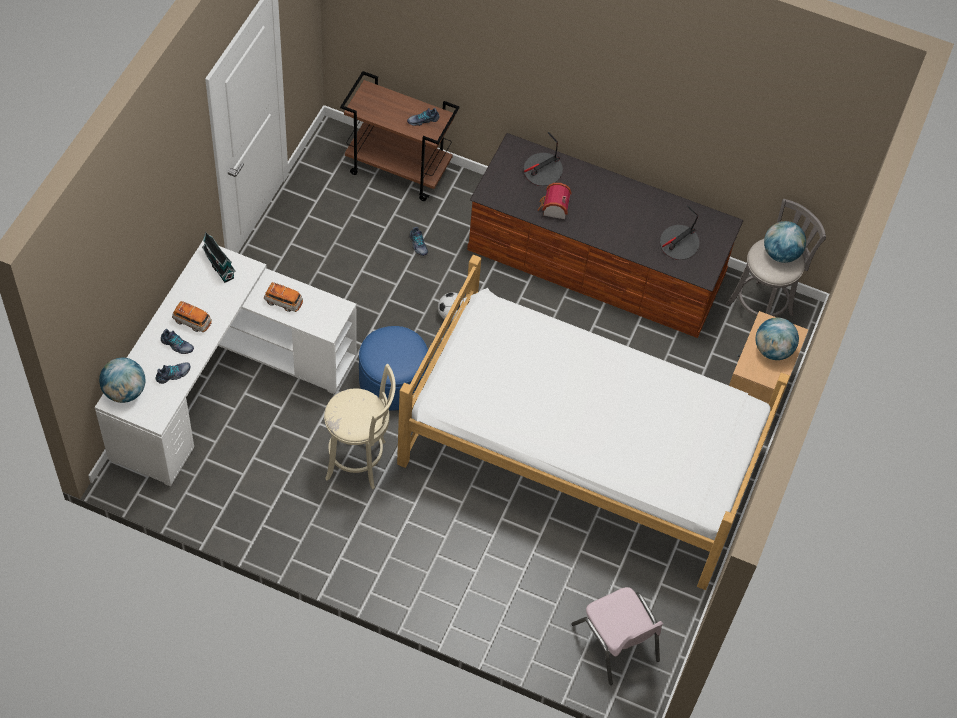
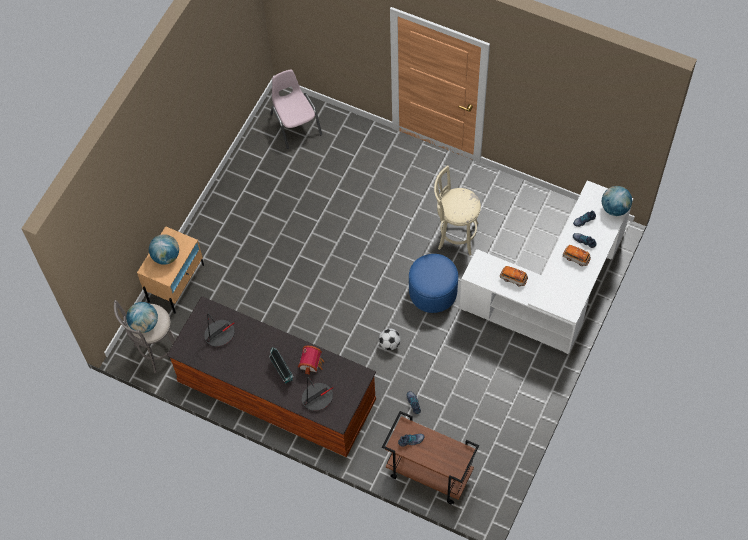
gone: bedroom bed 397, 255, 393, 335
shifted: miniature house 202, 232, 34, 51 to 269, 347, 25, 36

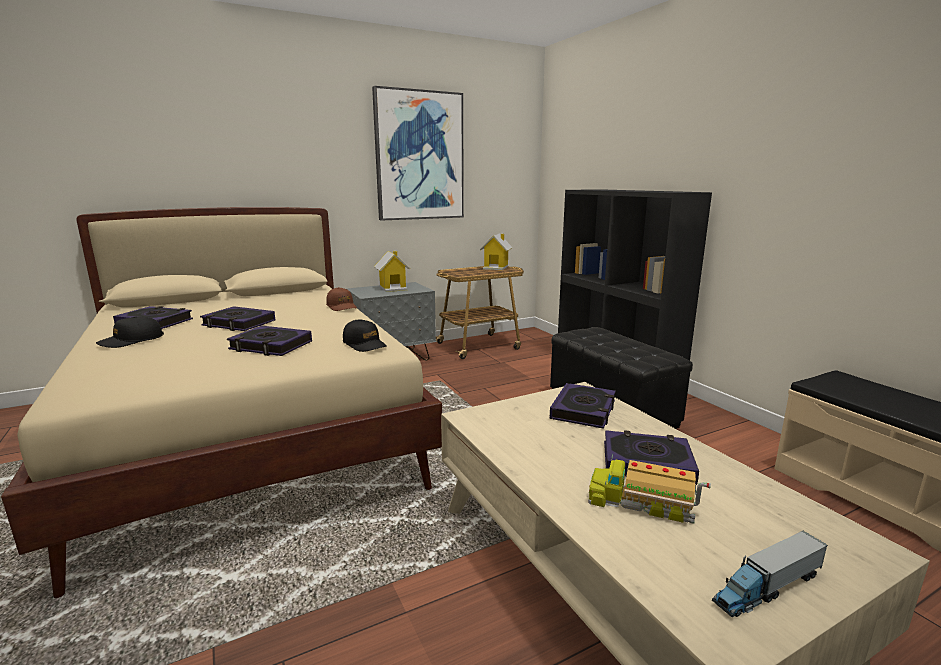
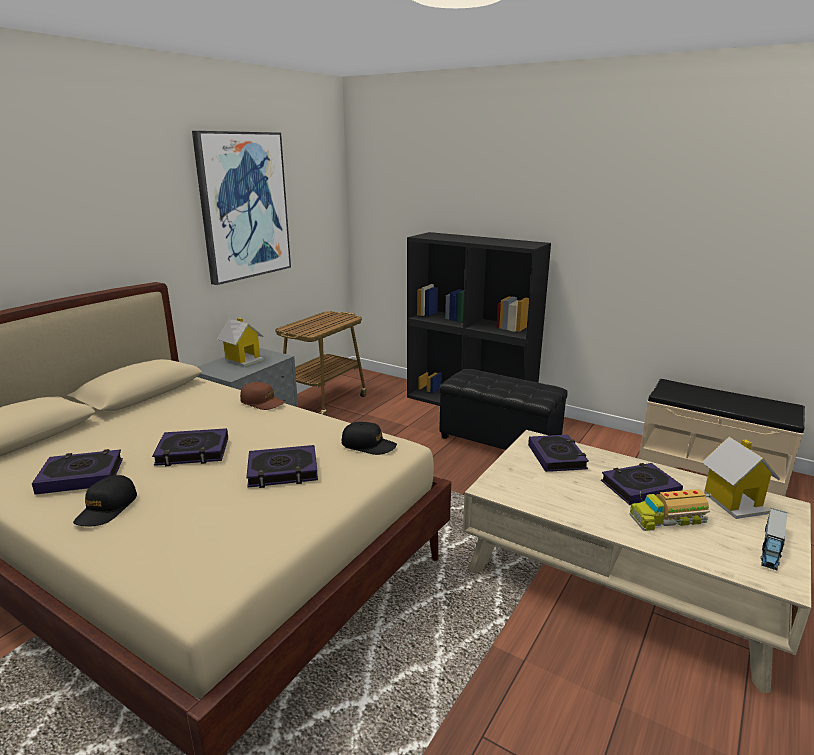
shifted: miniature house 480, 233, 33, 37 to 702, 437, 78, 82

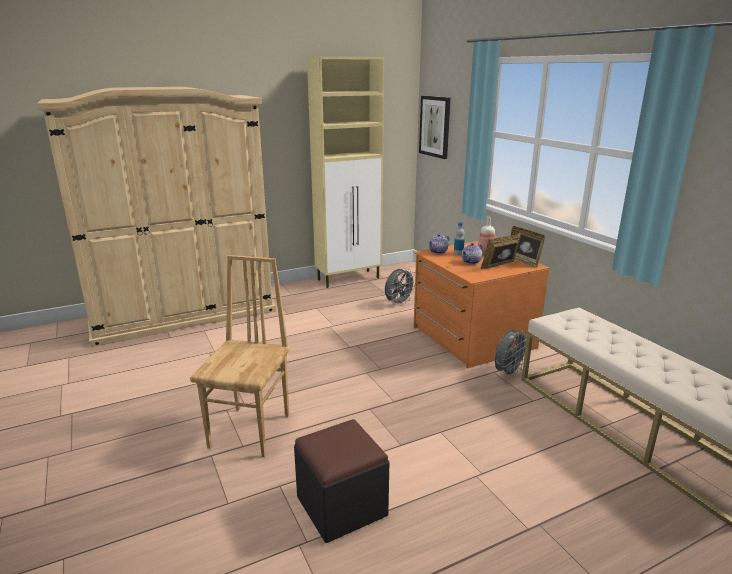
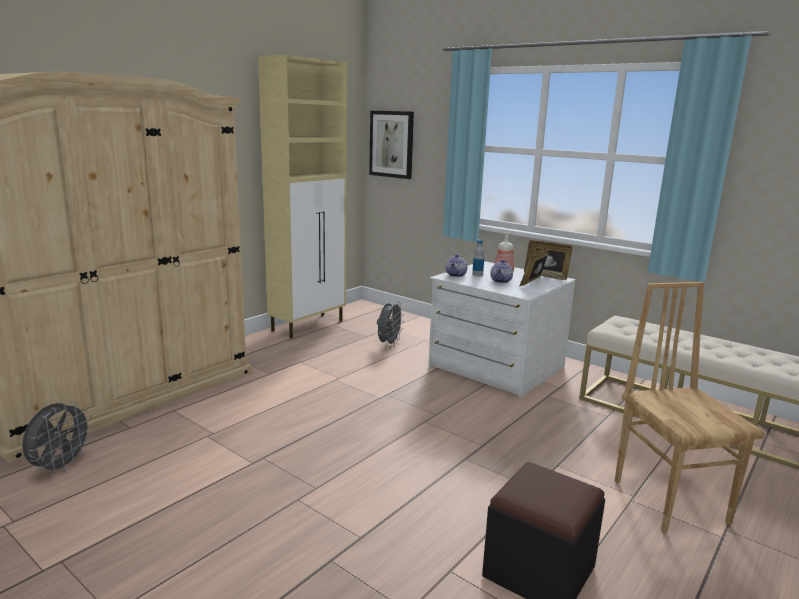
shifted: brown plain chair 190, 255, 100, 202 to 615, 282, 150, 251; gray fan 495, 329, 31, 49 to 22, 401, 71, 74
repainted: orangey dresser 413, 241, 136, 127 to whitish dresser 428, 261, 147, 136

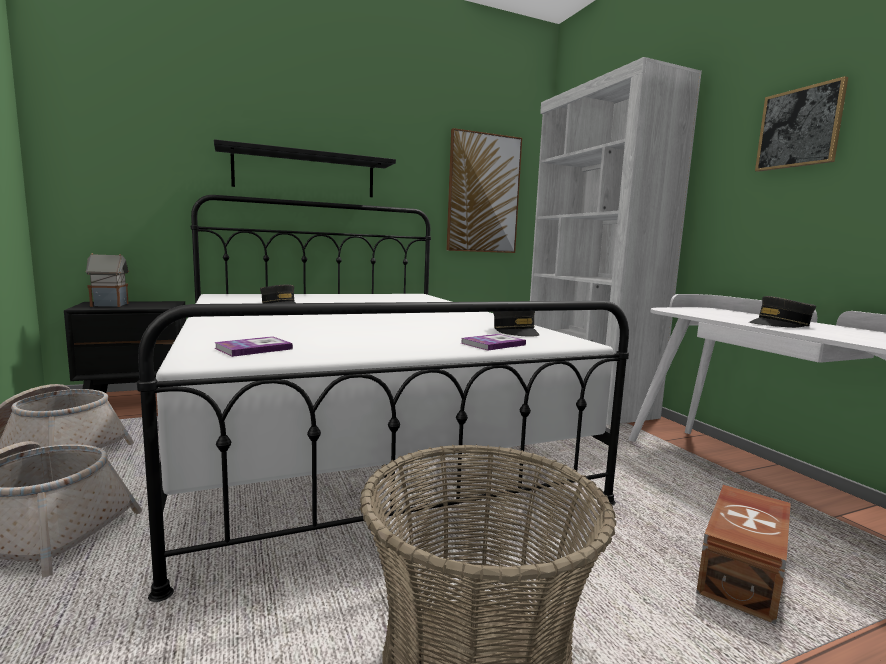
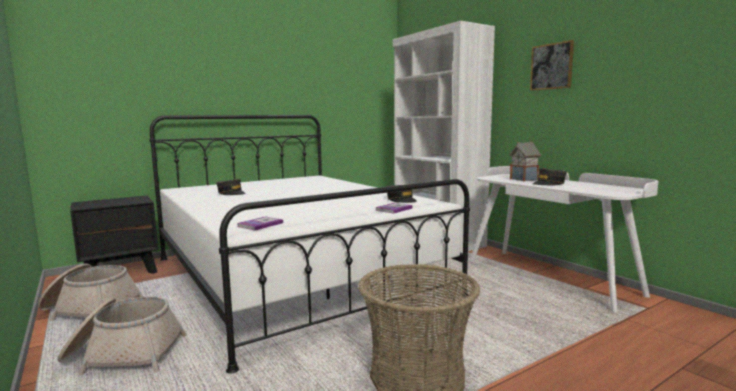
gone: black-coloured shelf 214, 139, 182, 58; picture 447, 128, 75, 125; brown storage container 696, 485, 95, 139
shifted: miniature house 85, 253, 44, 54 to 510, 142, 31, 40

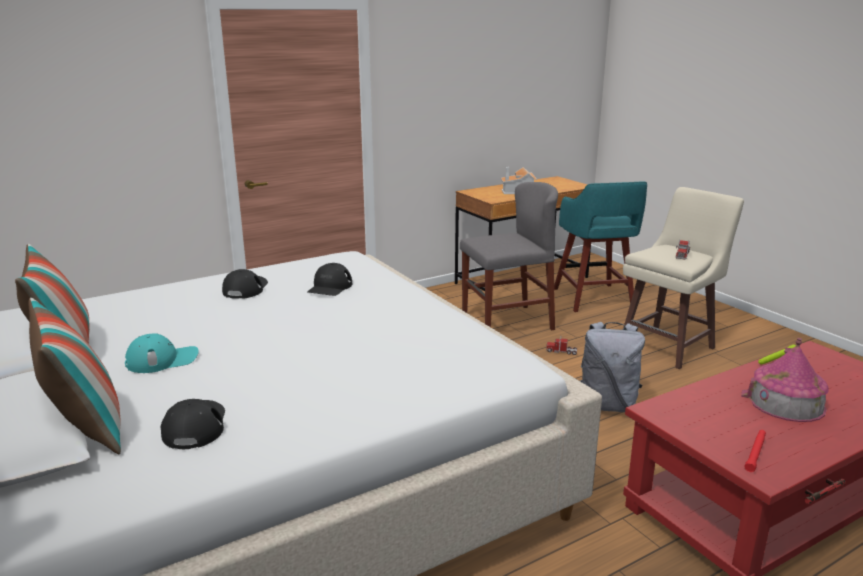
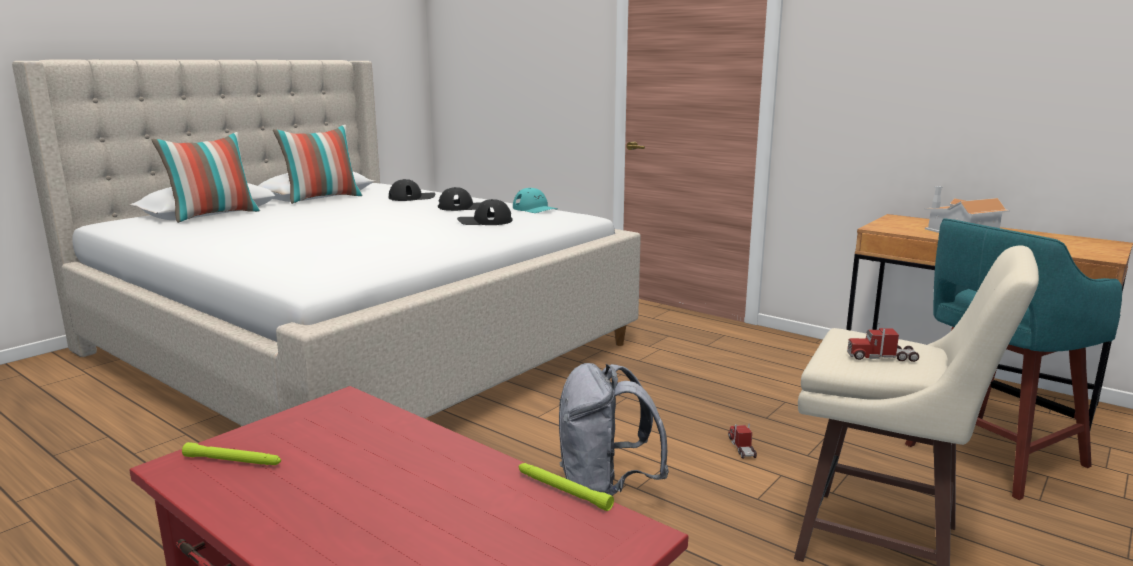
gone: gray plain chair 460, 182, 98, 148; miniature house 741, 338, 88, 84
shifted: turquoise cap 125, 334, 74, 39 to 513, 188, 45, 25; black-coloured cap 160, 399, 65, 50 to 388, 179, 48, 22
repainted: red-coloured flashlight 744, 430, 22, 42 to greenish flashlight 182, 442, 99, 23

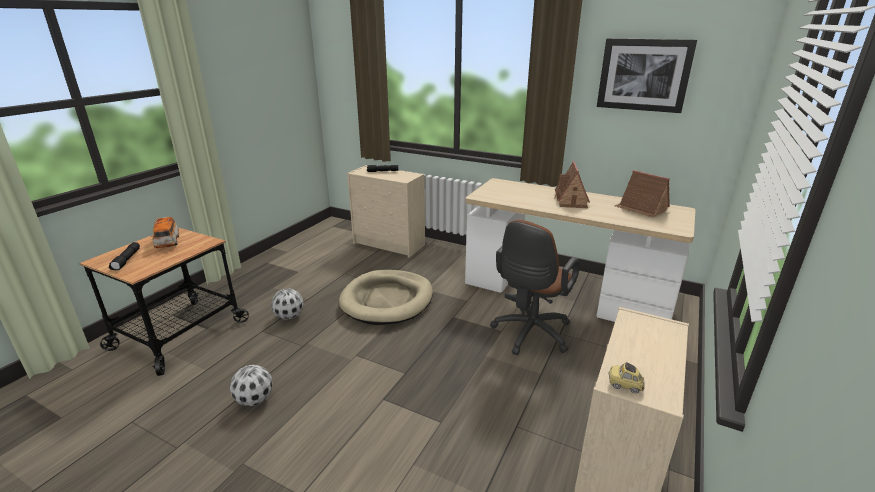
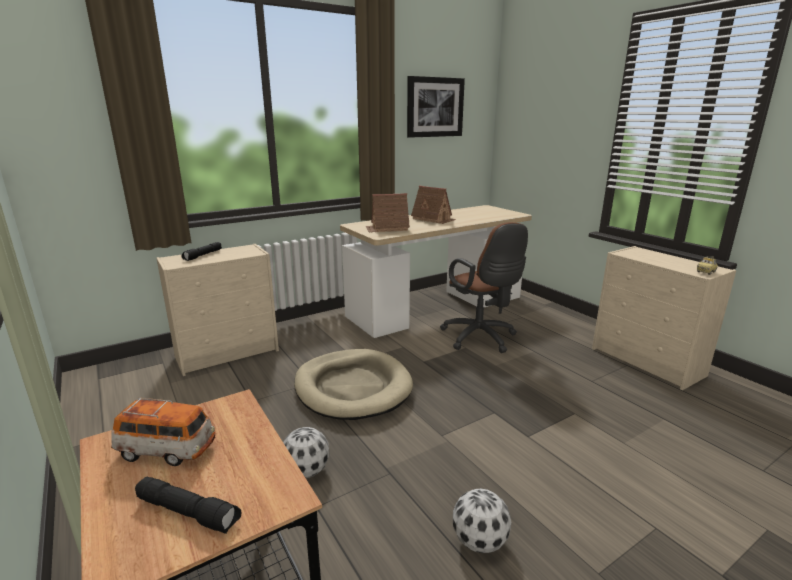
shifted: miniature house 614, 170, 56, 48 to 365, 193, 45, 39

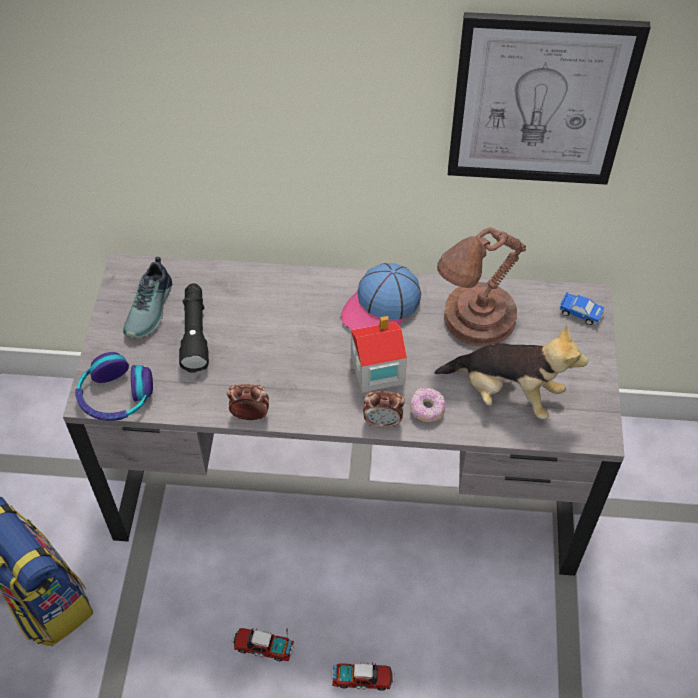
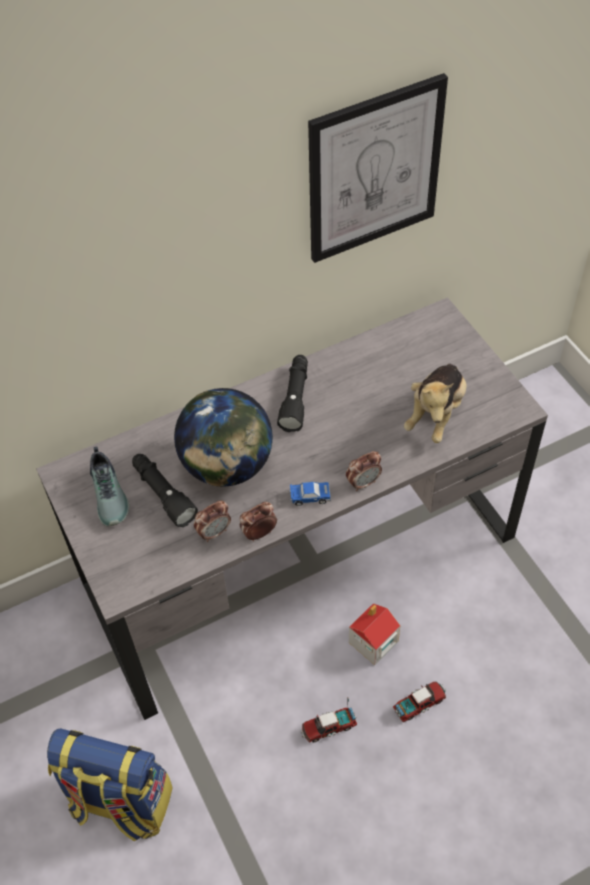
gone: headphones 75, 352, 78, 69; ring doughnut 410, 387, 36, 35; brown lamp for a table 437, 227, 89, 119
new: world globe 174, 388, 99, 99; bedside clock 194, 500, 37, 42
shifted: miniature house 351, 316, 56, 77 to 349, 603, 51, 62; model car 560, 292, 45, 33 to 290, 482, 41, 24
swapped: cap 341, 263, 80, 67 to black-coloured flashlight 277, 355, 31, 77
rotated: soft toy 435, 324, 153, 95 = 404, 364, 63, 79 120 degrees clockwise

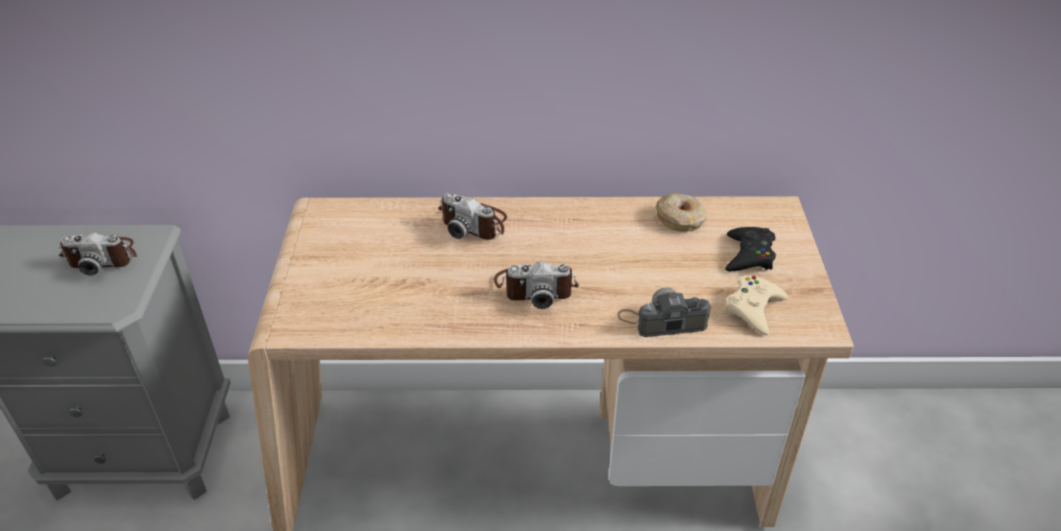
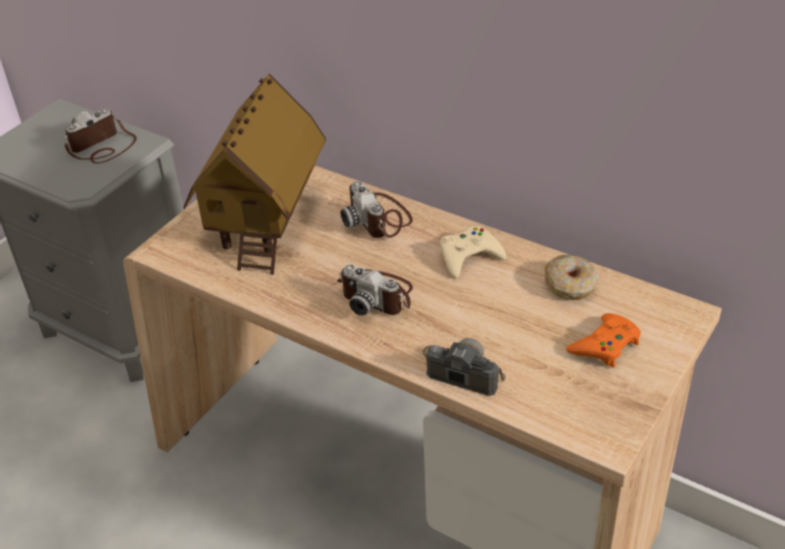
new: miniature house 184, 74, 142, 201
shifted: sand-coloured gamepad 725, 275, 63, 60 to 440, 226, 66, 53
repainted: black-coloured gamepad 725, 227, 51, 44 to orangey gamepad 566, 313, 75, 55
rotated: still camera 59, 232, 78, 44 = 64, 109, 73, 55 105 degrees clockwise

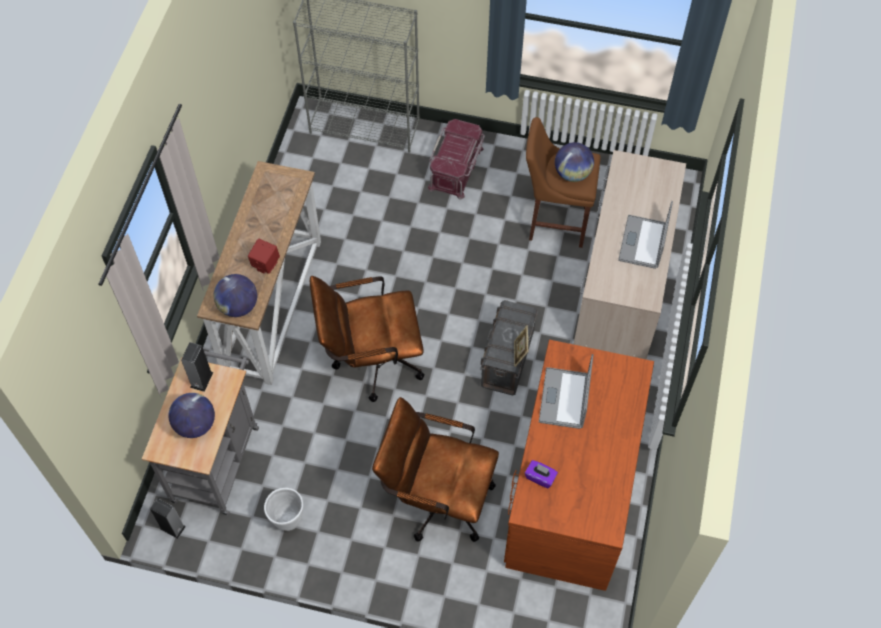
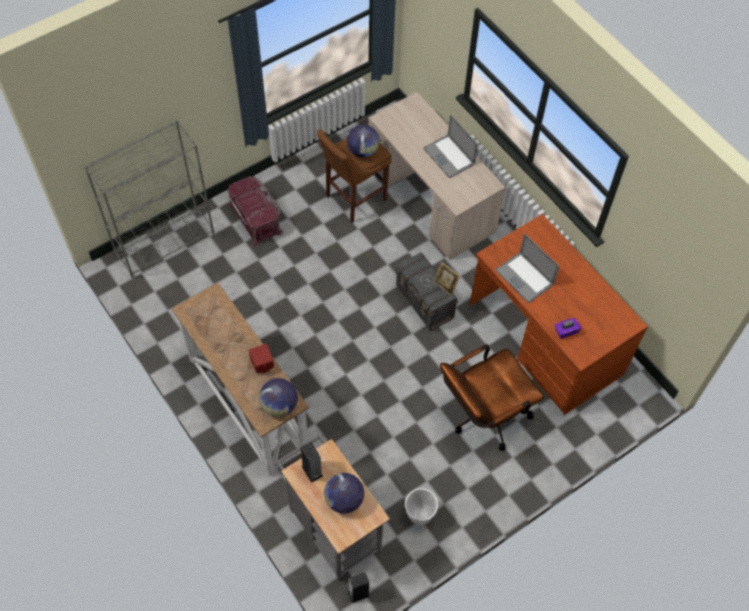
gone: brown computer chair 310, 276, 115, 126

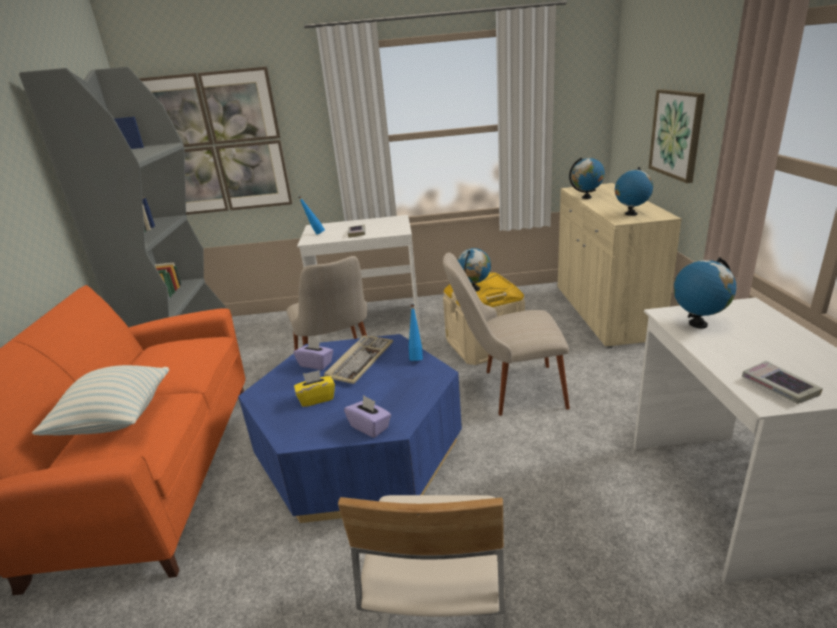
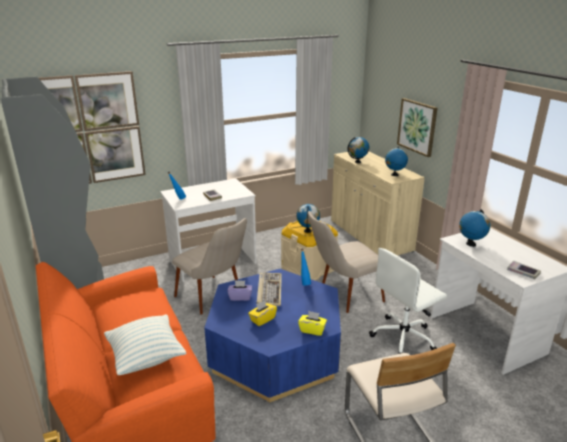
new: whitish computer chair 369, 248, 78, 106
repainted: purple-coloured tissue holder 344, 395, 47, 43 to yellow-coloured tissue holder 298, 311, 29, 25

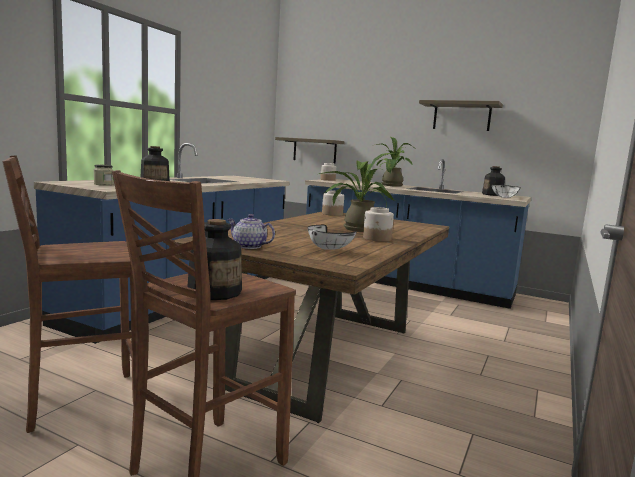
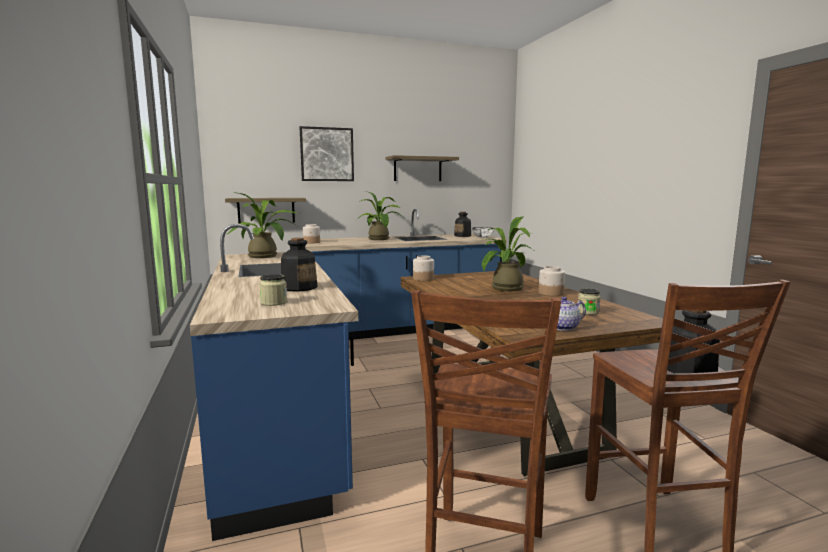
new: plant in a pot 227, 192, 72, 66; picture 300, 126, 54, 55
swapped: whitish serving bowl 308, 225, 49, 25 to storage jar 578, 289, 23, 26

